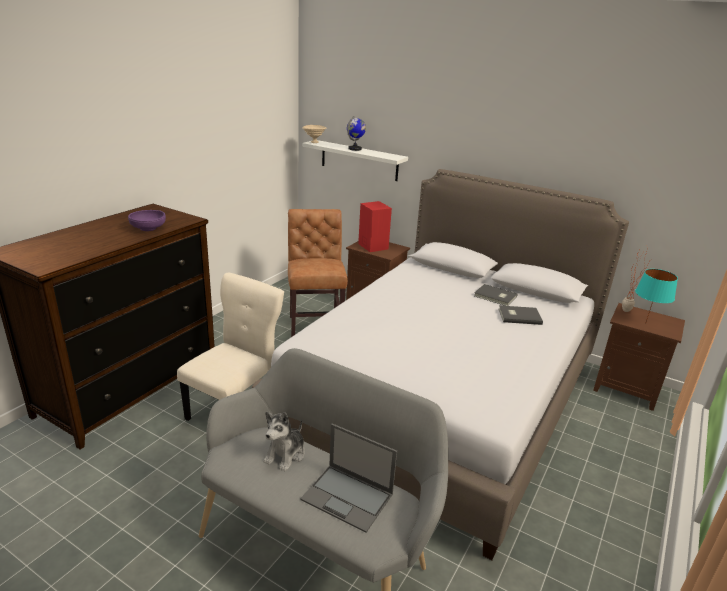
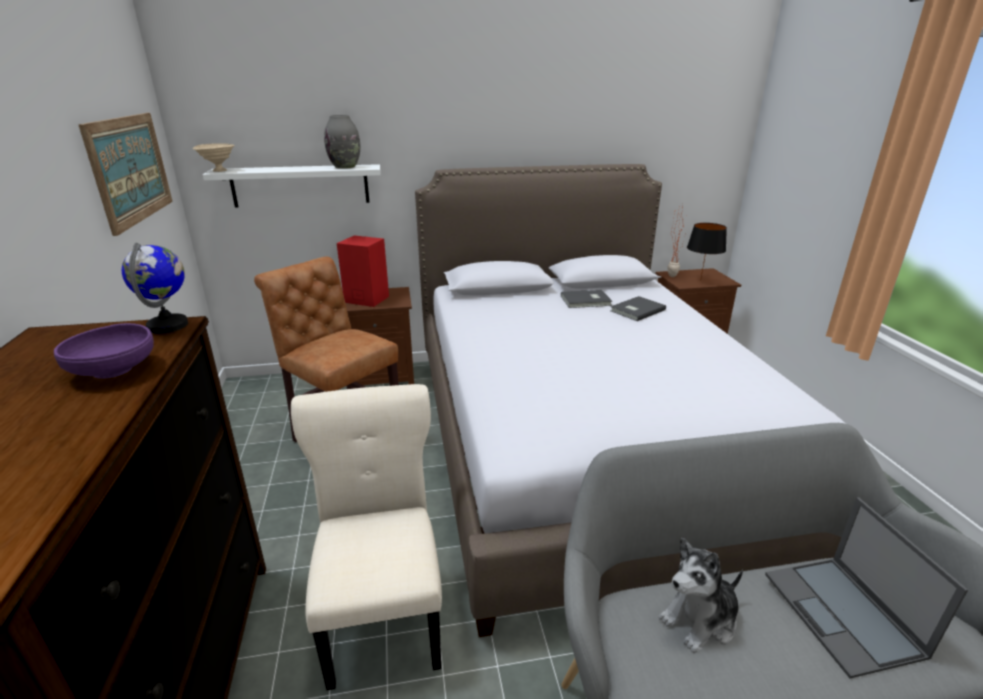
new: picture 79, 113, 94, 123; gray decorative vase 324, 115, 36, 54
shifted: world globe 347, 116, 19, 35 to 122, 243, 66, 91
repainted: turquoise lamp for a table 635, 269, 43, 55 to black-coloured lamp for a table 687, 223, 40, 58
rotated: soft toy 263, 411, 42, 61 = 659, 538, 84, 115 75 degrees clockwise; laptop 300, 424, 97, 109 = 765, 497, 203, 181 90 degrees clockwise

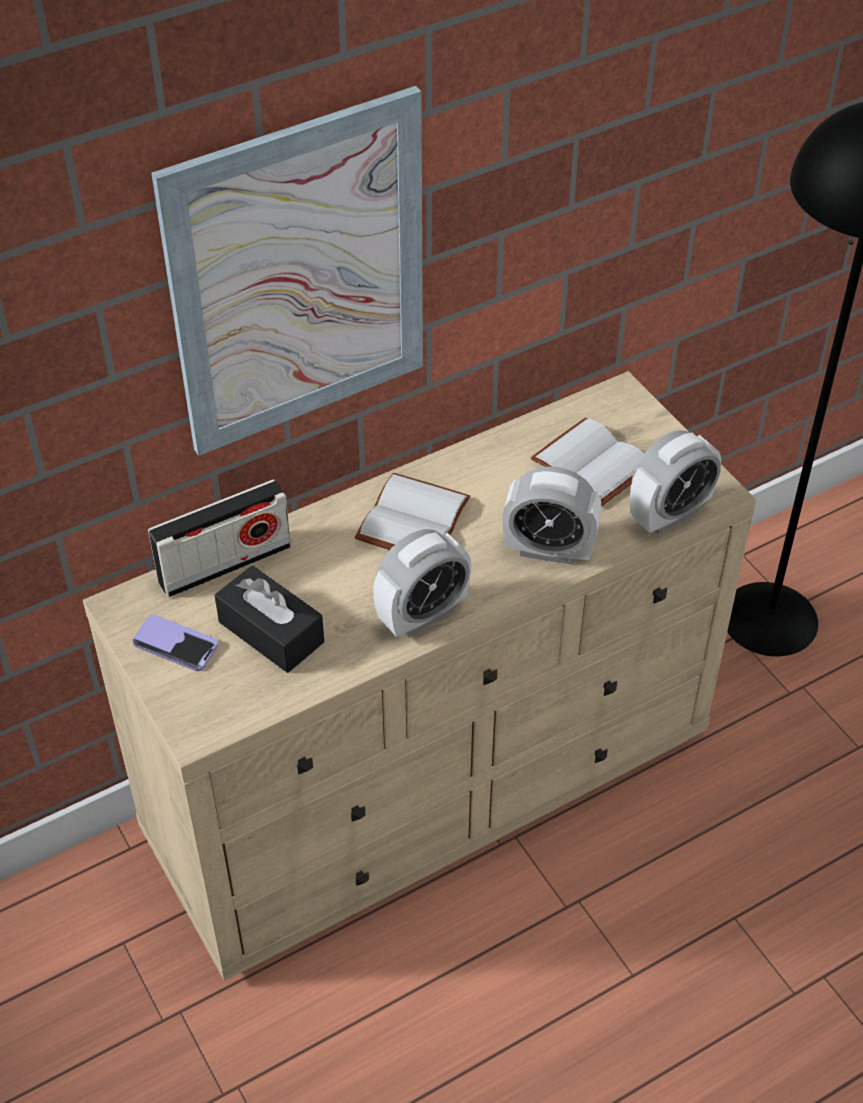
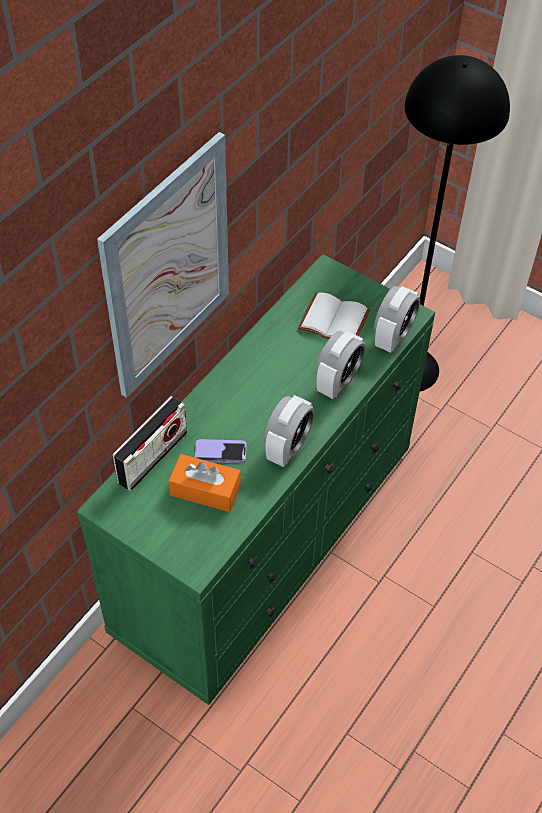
gone: whitish volume 355, 473, 116, 77
shifted: handset 132, 615, 86, 56 to 195, 439, 51, 24
repainted: sand-coloured dresser 83, 371, 673, 610 to greenish dresser 77, 254, 358, 451; black-coloured tissue holder 215, 565, 109, 108 to orangey tissue holder 169, 454, 72, 58
rotated: bedside clock 502, 467, 100, 98 = 316, 331, 49, 68 45 degrees counterclockwise

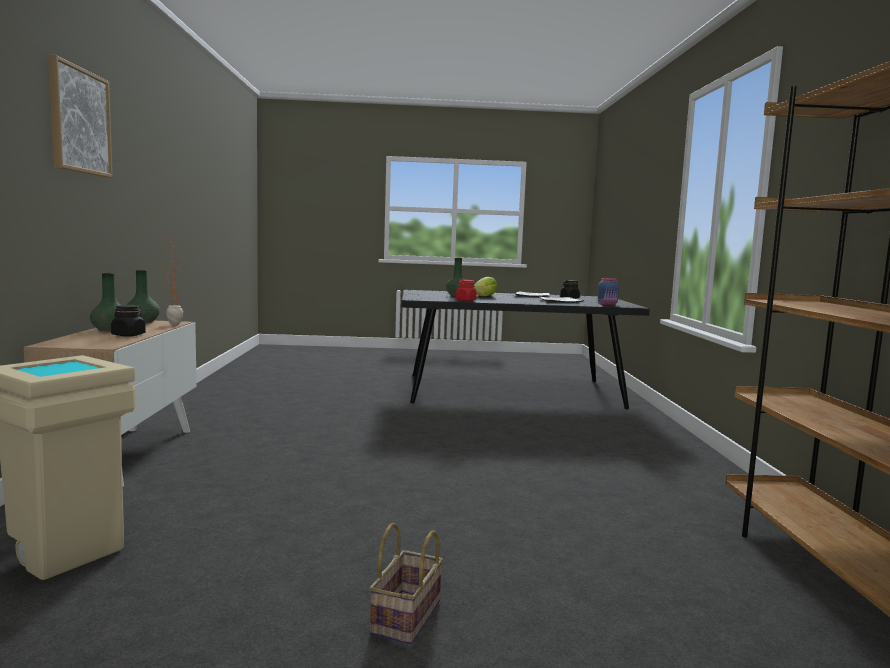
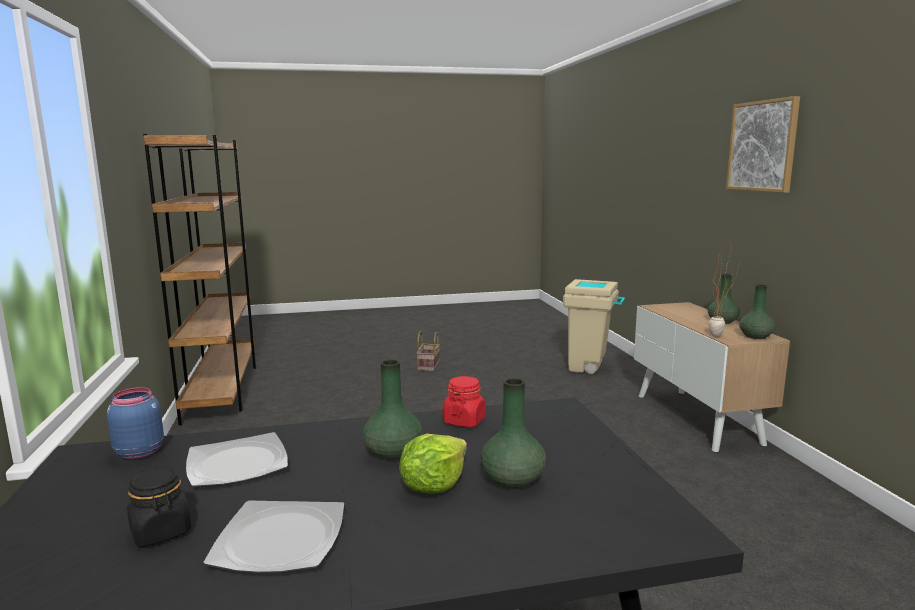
gone: black-coloured storage jar 111, 305, 35, 31
new: greenish decorative vase 363, 359, 59, 101

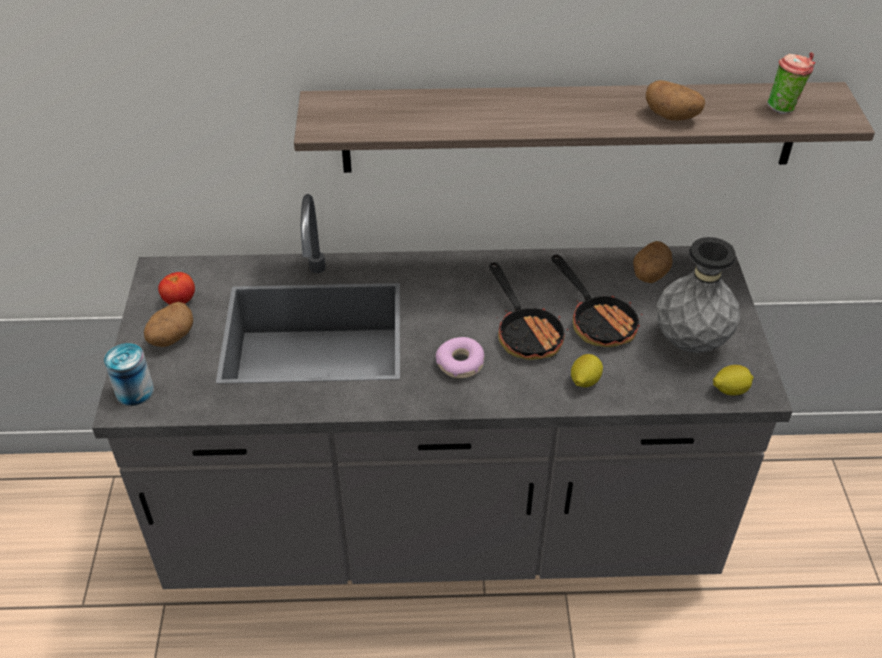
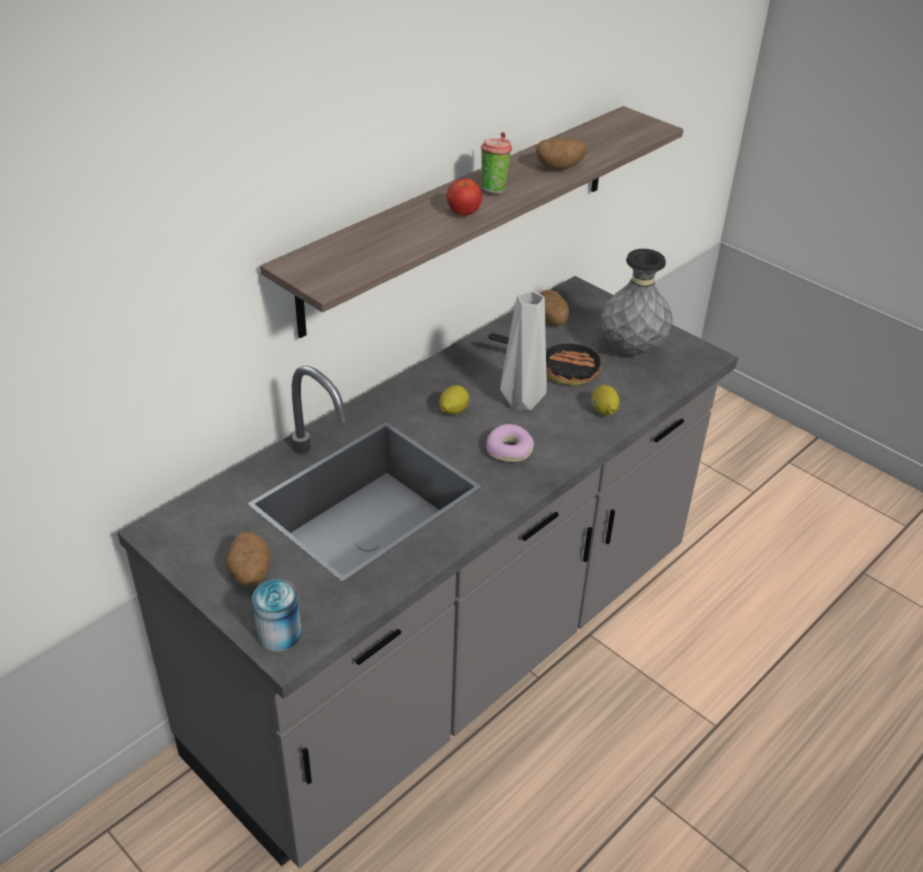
shifted: fresh tomato 158, 272, 37, 33 to 447, 179, 35, 37; whole lemon 713, 365, 41, 31 to 439, 385, 30, 30; cup 767, 52, 48, 62 to 481, 132, 31, 62
swapped: pan 489, 262, 79, 98 to gray decorative vase 500, 291, 47, 120

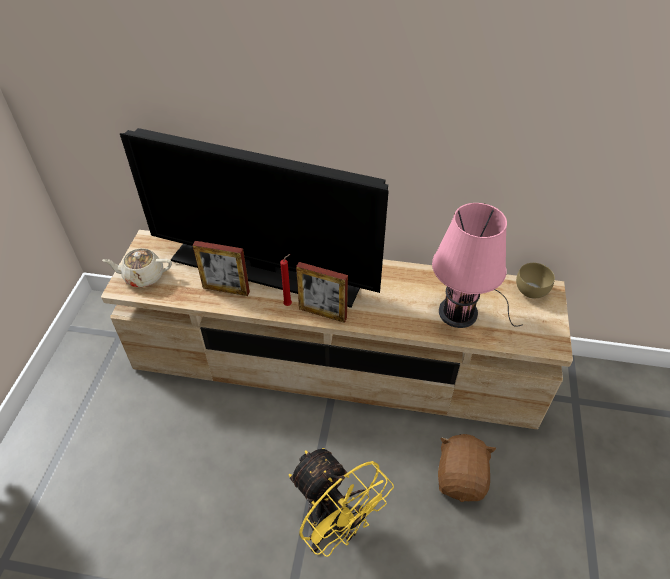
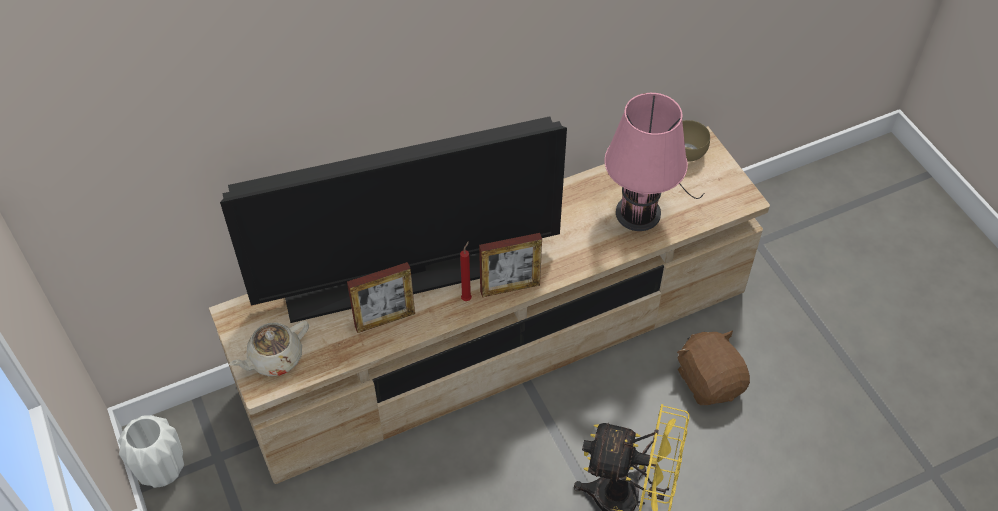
new: whitish decorative vase 118, 415, 66, 73

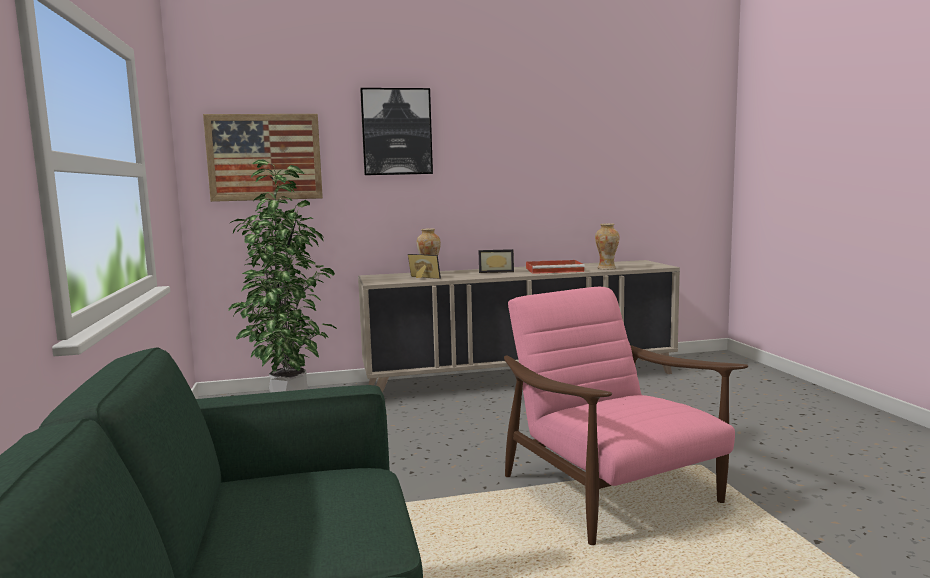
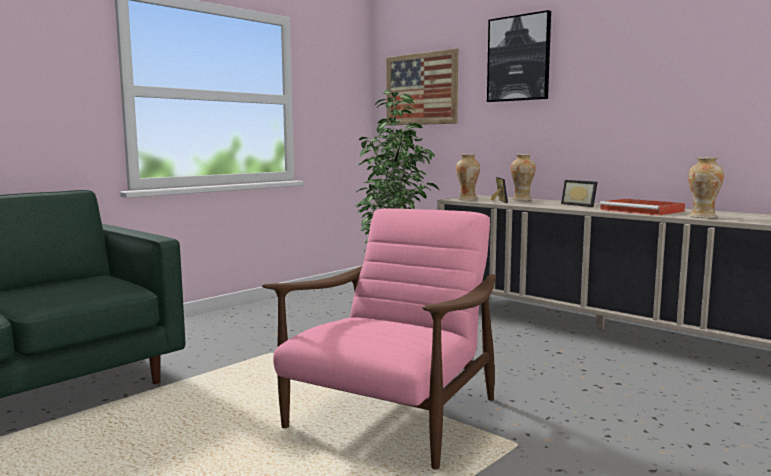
new: decorative vase 456, 154, 24, 46

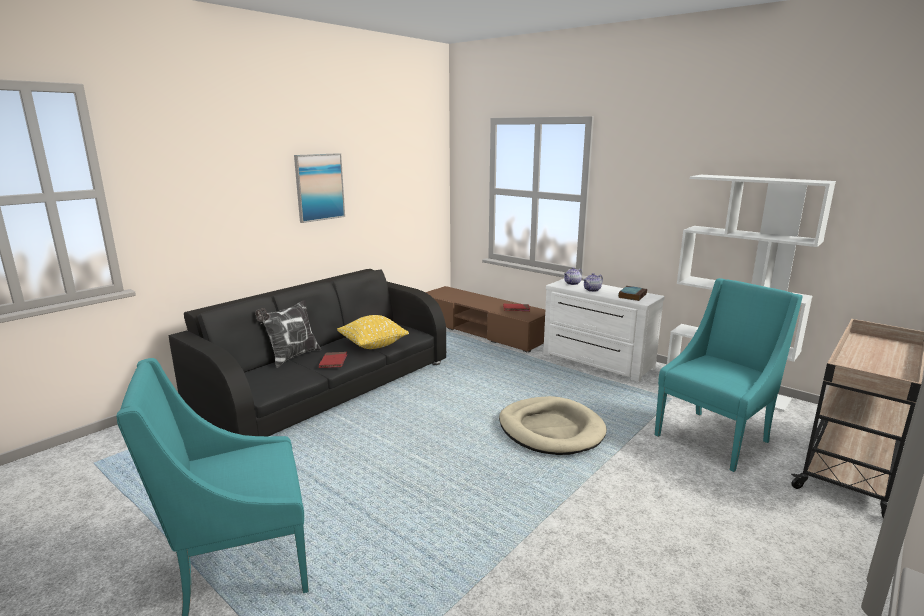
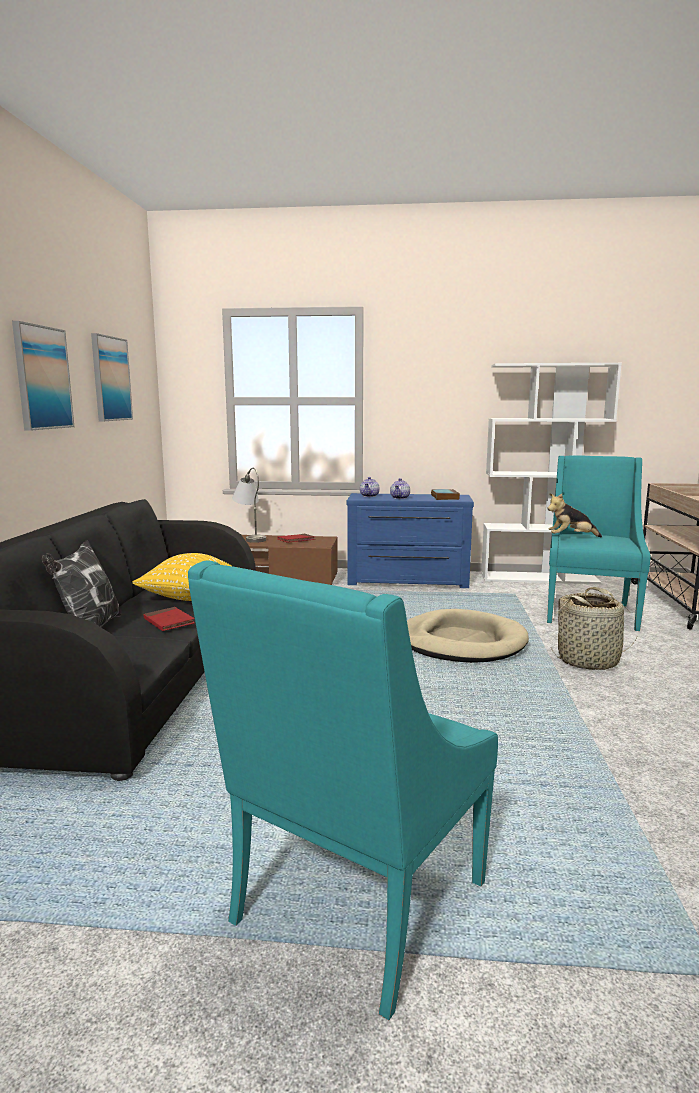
new: picture 91, 333, 42, 88; gray lamp for a table 232, 468, 34, 75; soft toy 547, 493, 55, 45; basket 551, 587, 86, 83
repainted: whitish dresser 543, 279, 122, 103 to blue dresser 347, 493, 127, 95

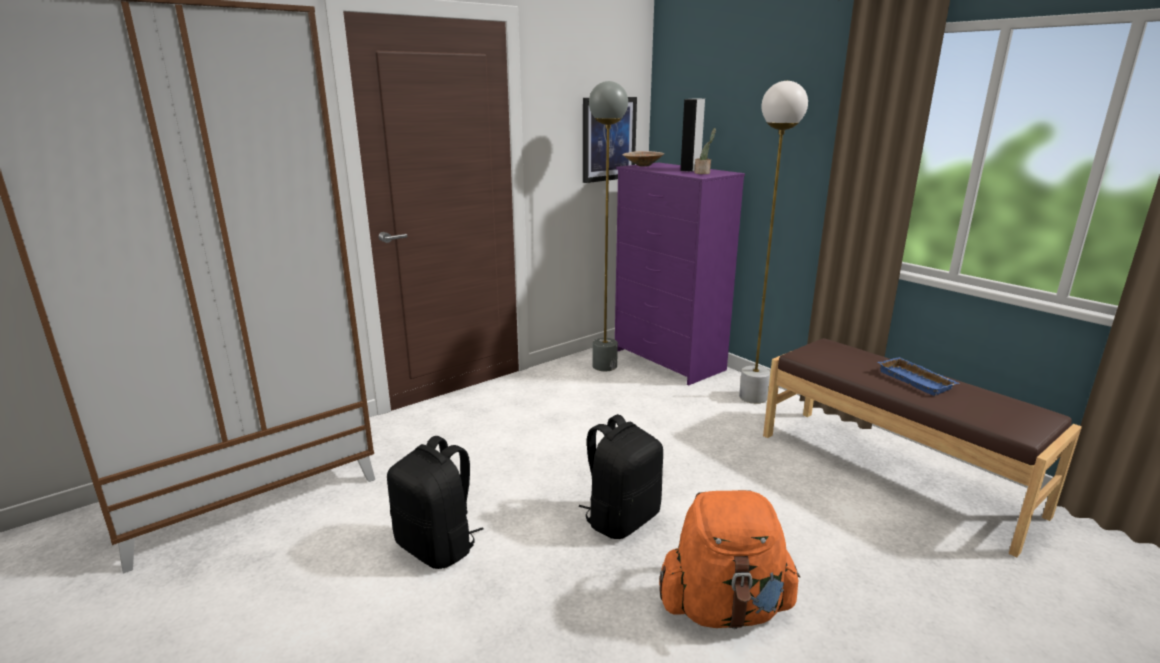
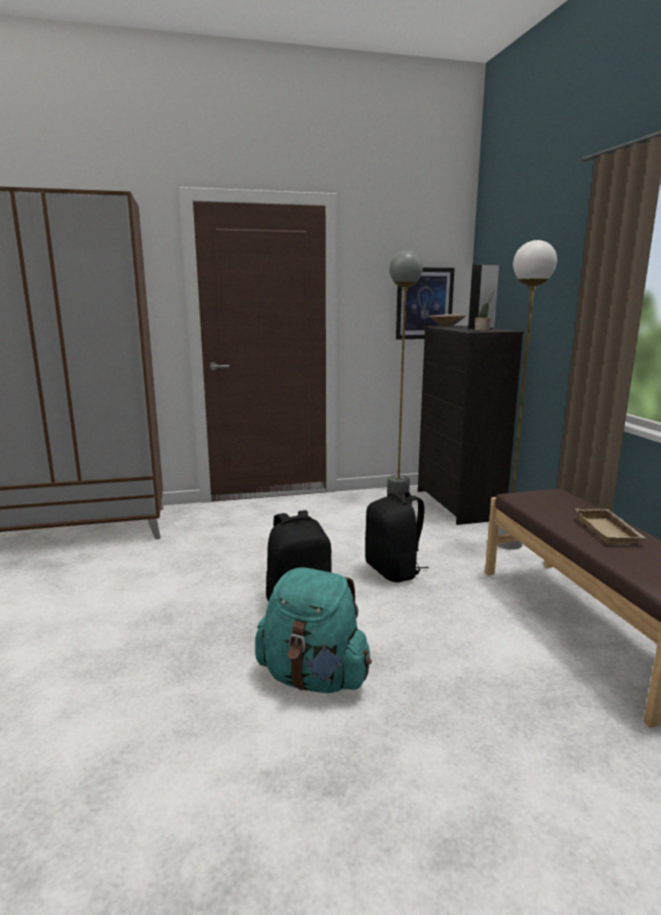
shifted: black-coloured knapsack 387, 436, 97, 133 to 365, 490, 64, 92
repainted: purple-coloured dresser 615, 163, 130, 222 to black-coloured dresser 418, 326, 106, 199; orangey knapsack 659, 490, 142, 139 to turquoise knapsack 255, 567, 117, 126; blue serving tray 877, 357, 82, 39 to sand-coloured serving tray 576, 509, 69, 36

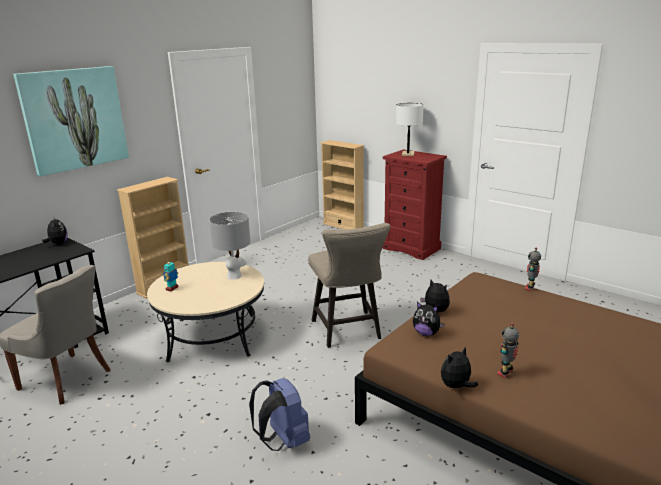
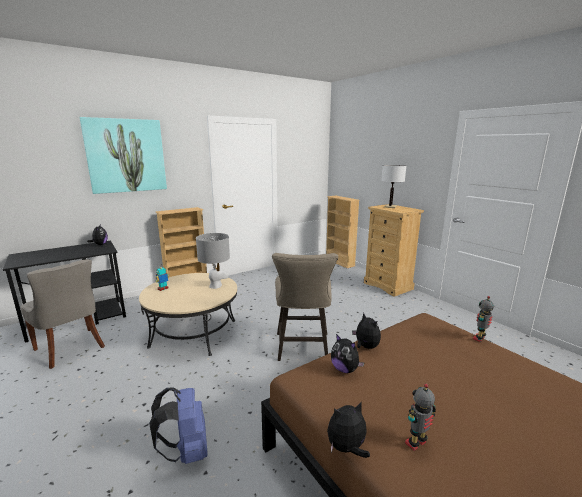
repainted: red-coloured dresser 382, 150, 65, 110 to sand-coloured dresser 364, 204, 60, 93

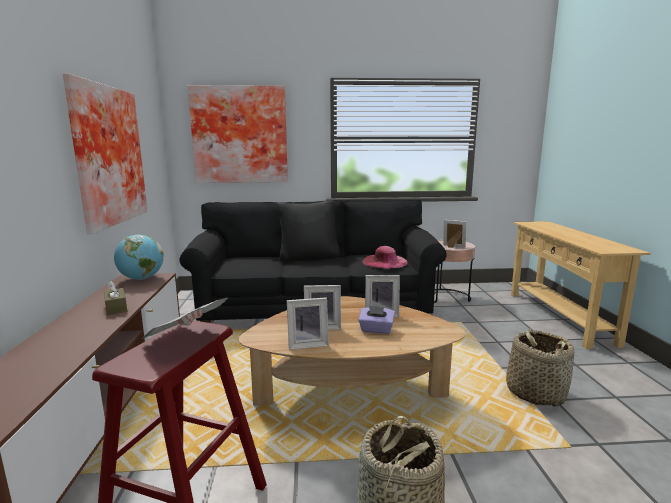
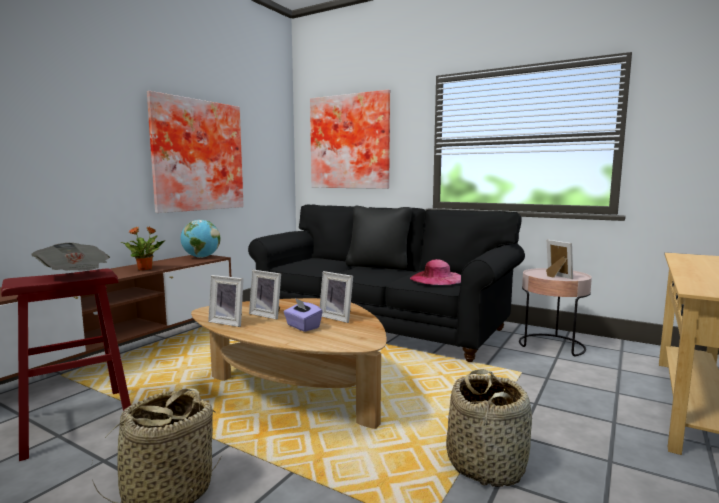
swapped: brown tissue holder 104, 281, 23, 34 to plant in a pot 121, 227, 44, 44

